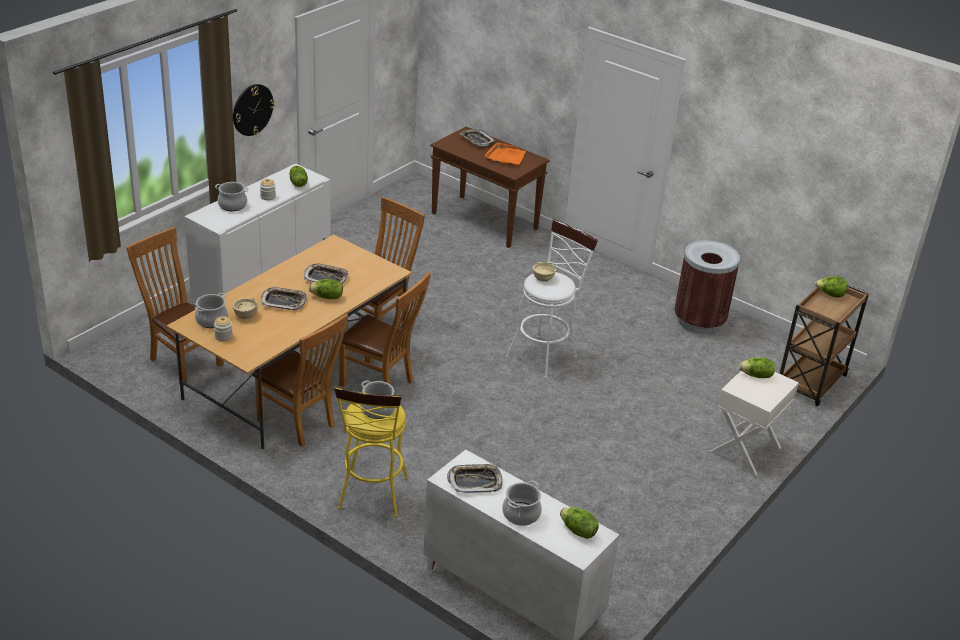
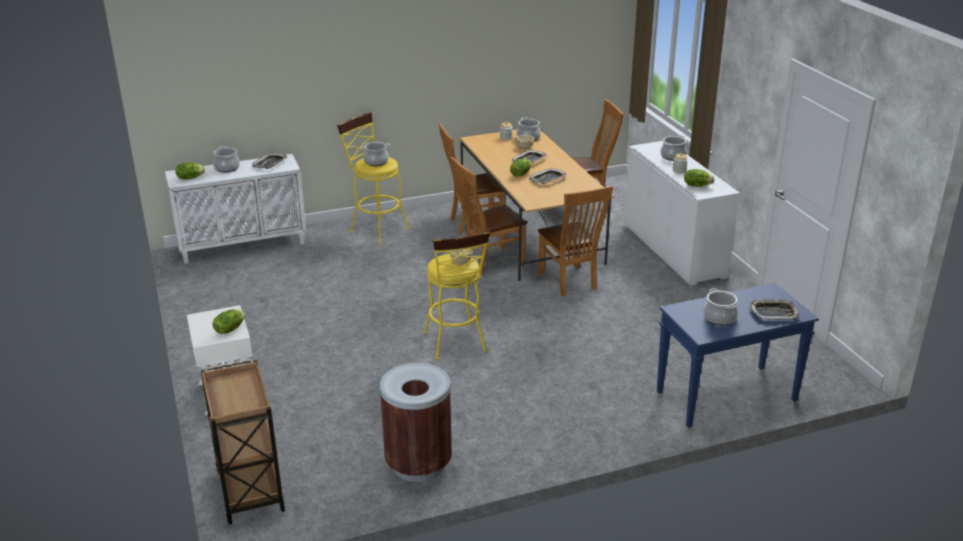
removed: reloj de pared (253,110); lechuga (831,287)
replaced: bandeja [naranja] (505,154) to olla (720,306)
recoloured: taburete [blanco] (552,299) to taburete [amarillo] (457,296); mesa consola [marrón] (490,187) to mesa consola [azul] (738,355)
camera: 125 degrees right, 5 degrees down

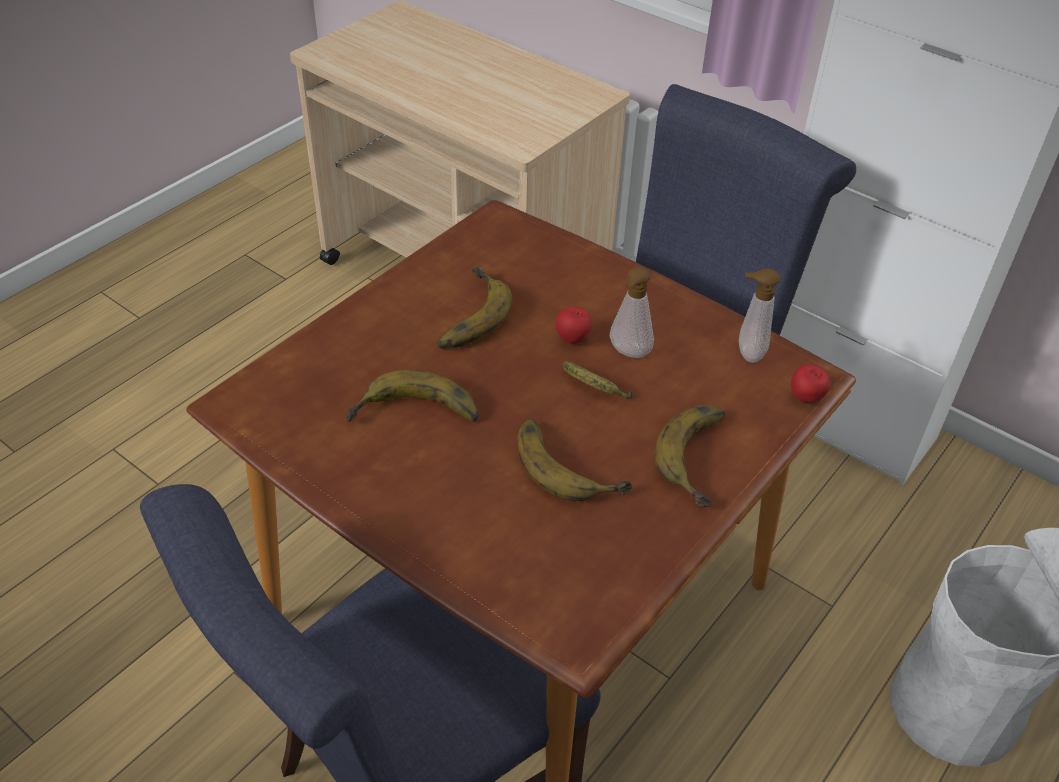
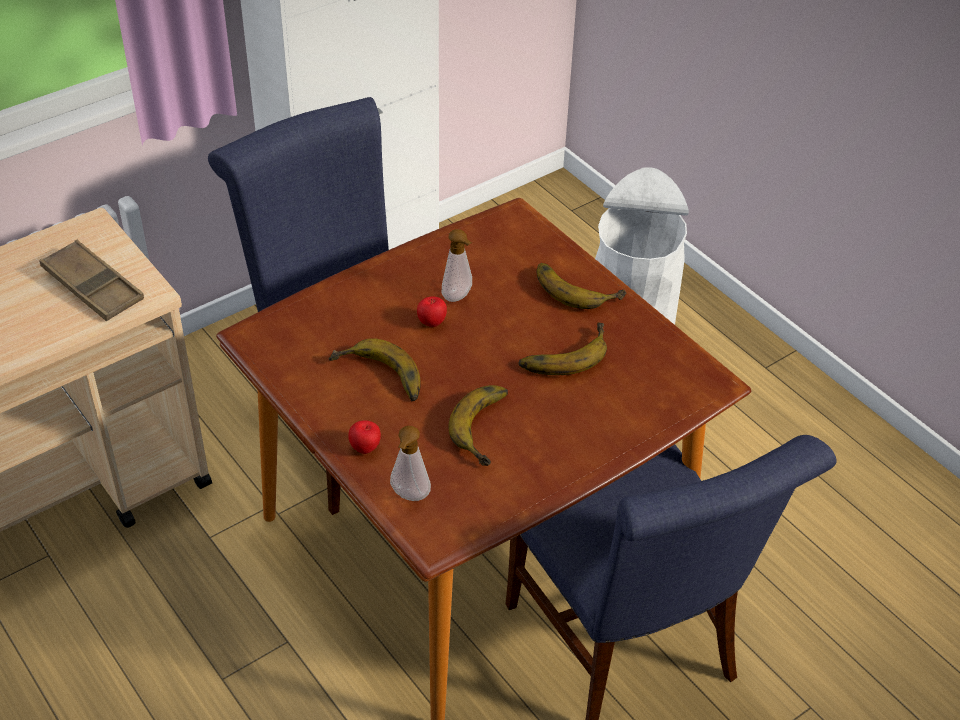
removed: plátano (598,380)
added: bandeja [marrón] (91,280)
moved: manzana (811,383) to (364,437); dispensador de jabón (760,315) to (410,463)
camera: 75 degrees left, 0 degrees up

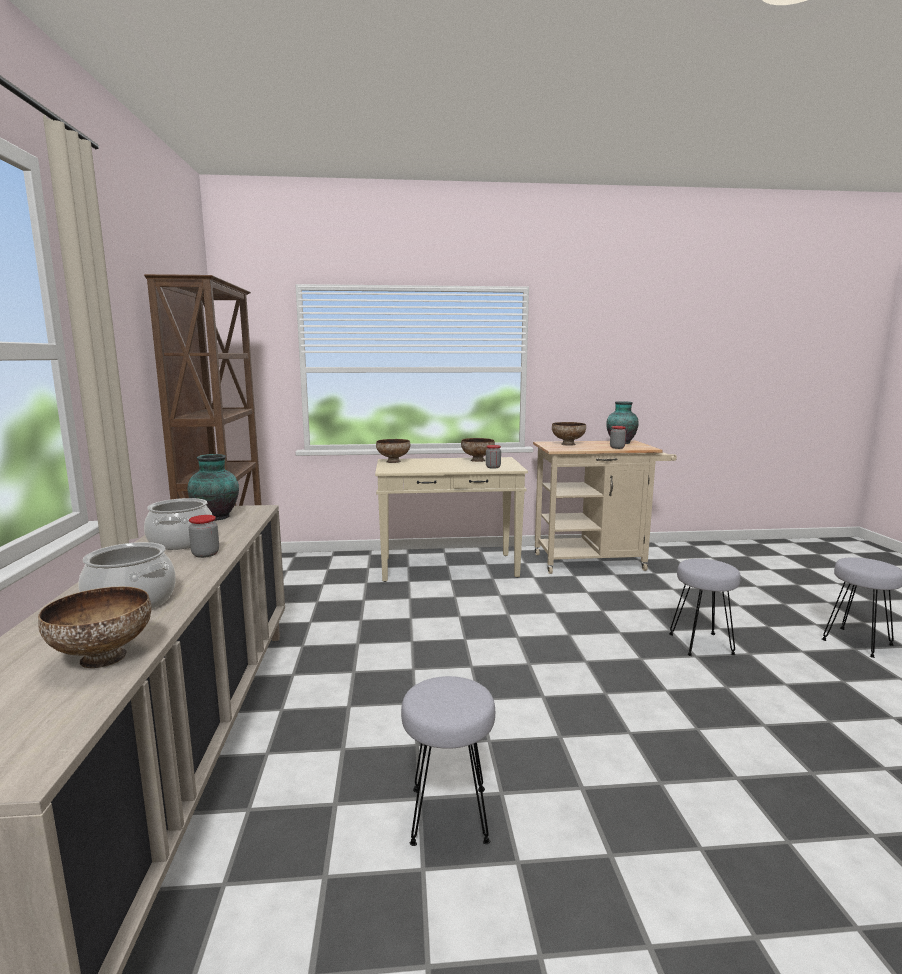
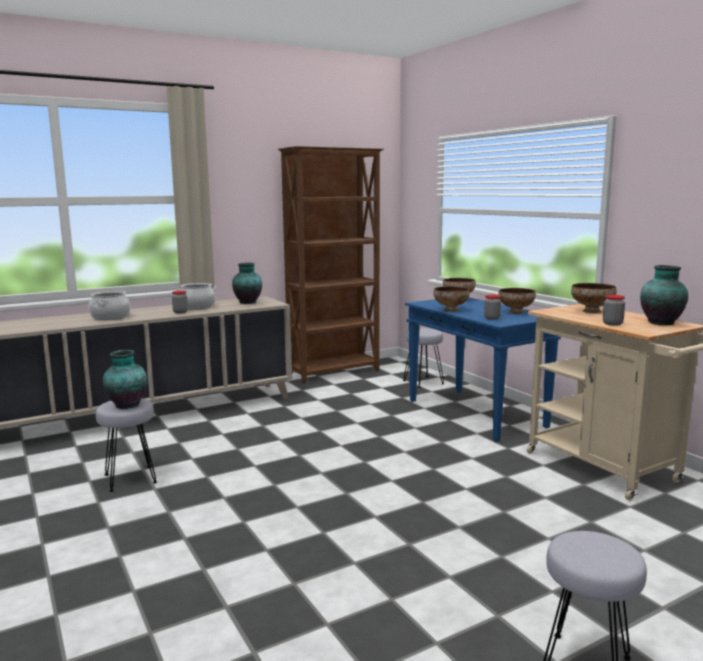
added: florero (125,379)
moved: taburete [gris] (705,607) to (423,358); cuenco (94,627) to (452,299)
recoloured: mesa consola [beis] (451,519) to mesa consola [azul] (483,370)
camera: 65 degrees right, 0 degrees up

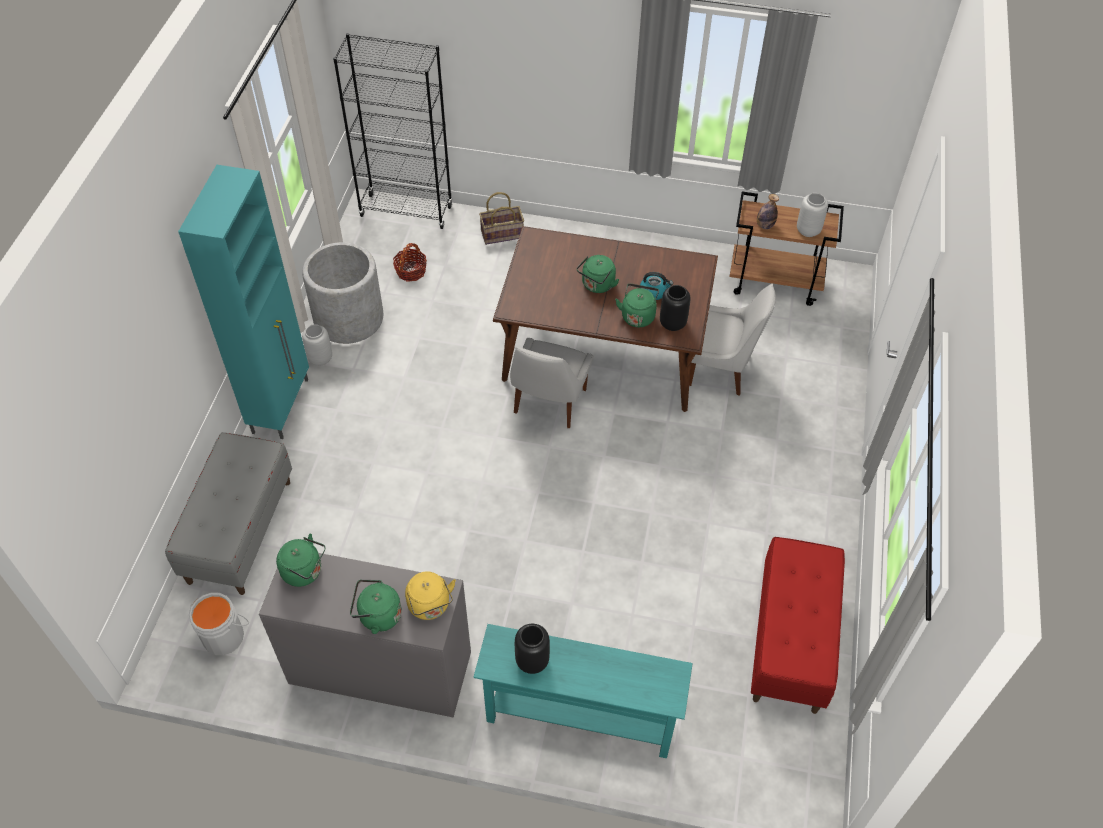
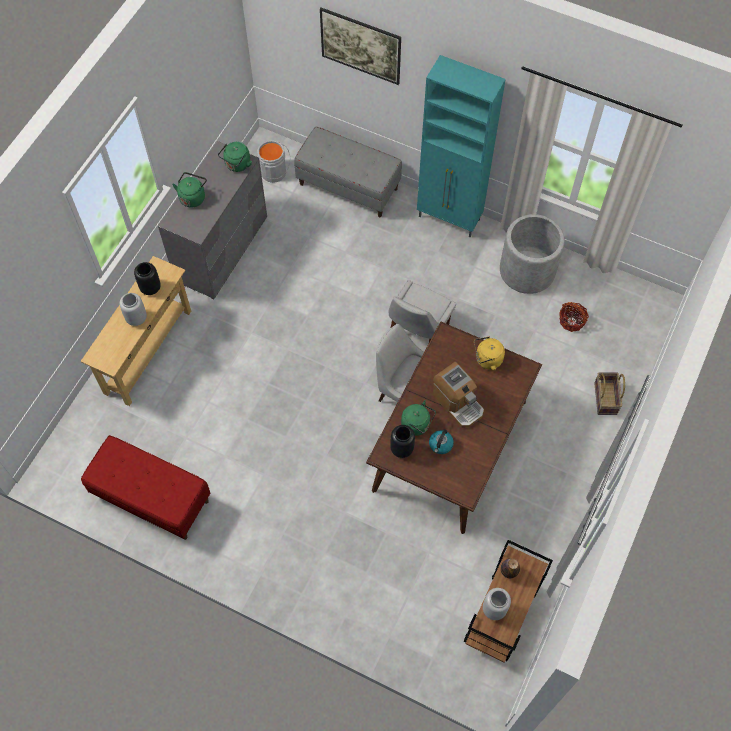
removed: estantería [negro] (392,131)
added: cuadro (360,46)
moved: florero [gris] (317,345) to (133,309); silla [blanco] (732,340) to (422,311); hervidor [amarillo] (430,595) to (489,354)
replaced: hervidor [verde] (598,274) to cafetera (458,395)
recoloured: mesa consola [turquesa] (583,691) to mesa consola [beis] (136,331)
camera: 105 degrees right, 10 degrees up

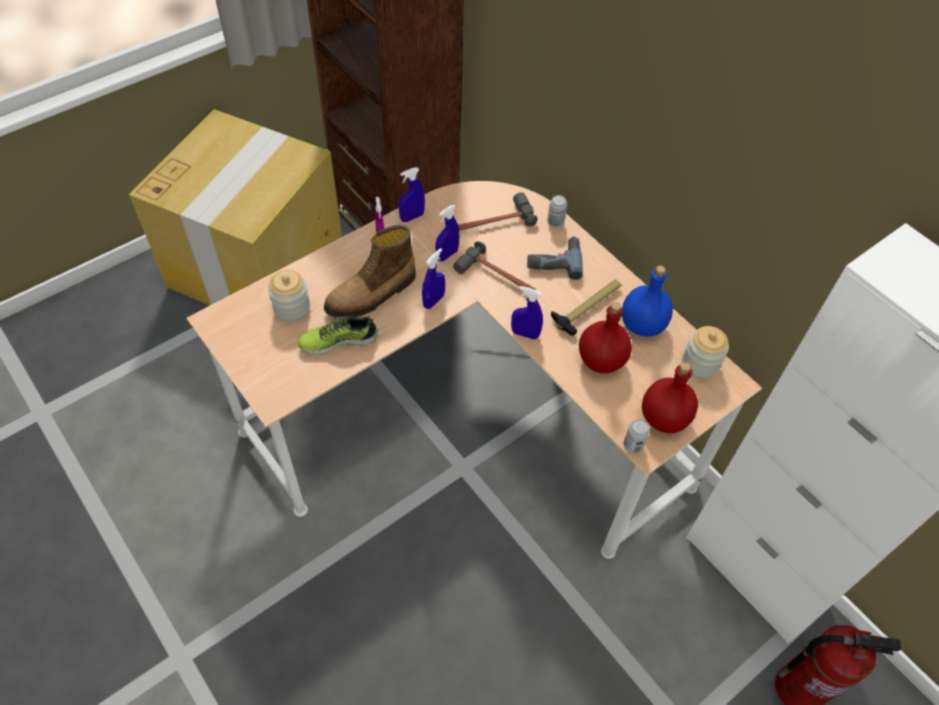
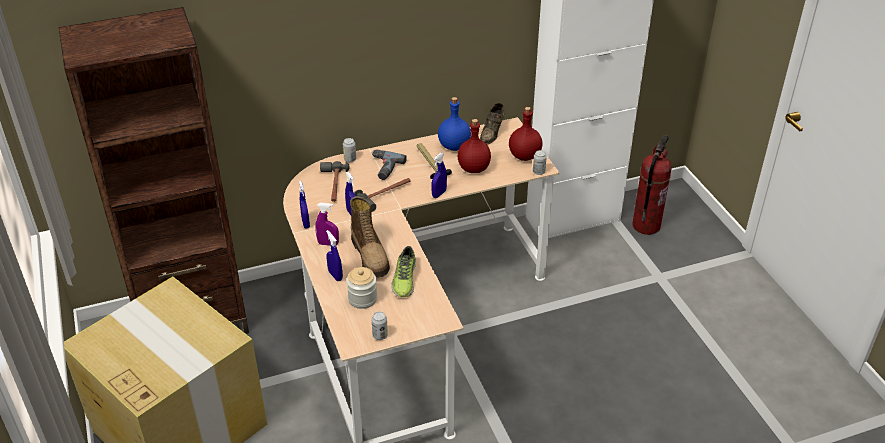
added: lata (380,326)
moved: pulverizador [azul] (433,278) to (334,255)
replaced: tarro (705,352) to zapato [marrón] (492,123)
camera: 70 degrees left, 15 degrees down

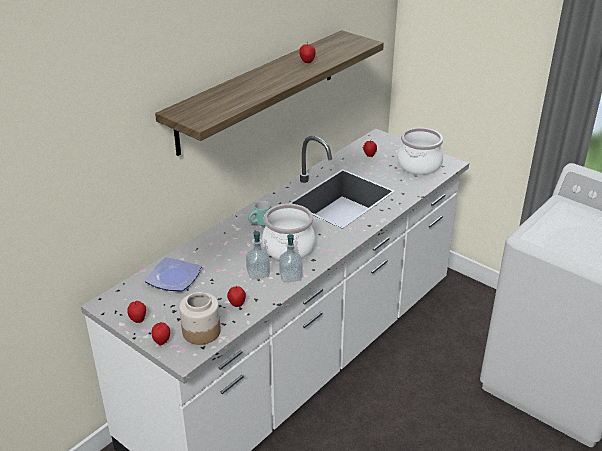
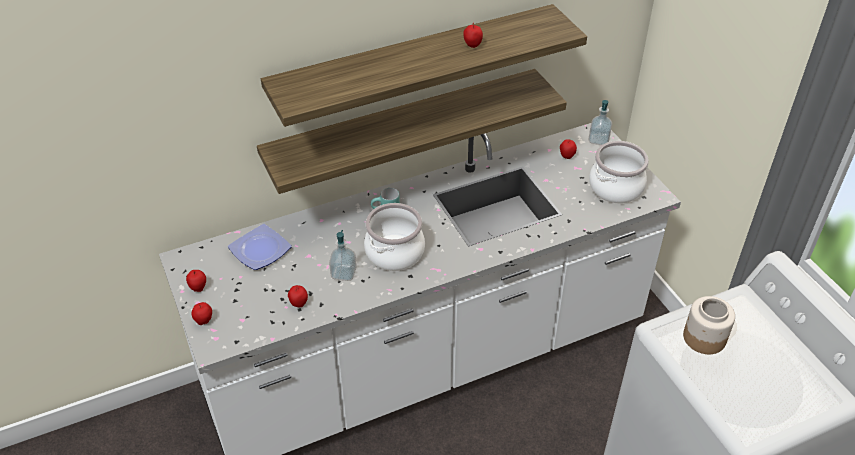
added: estante (412,131)
moved: dispensador de jabón (290,258) to (600,122); tarro (200,318) to (709,325)
camera: 25 degrees right, 10 degrees up

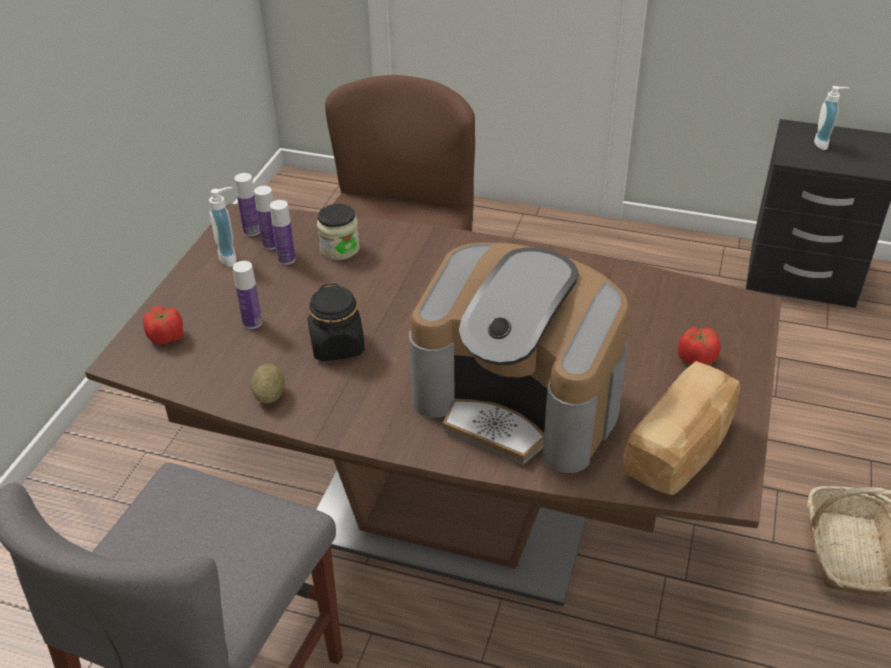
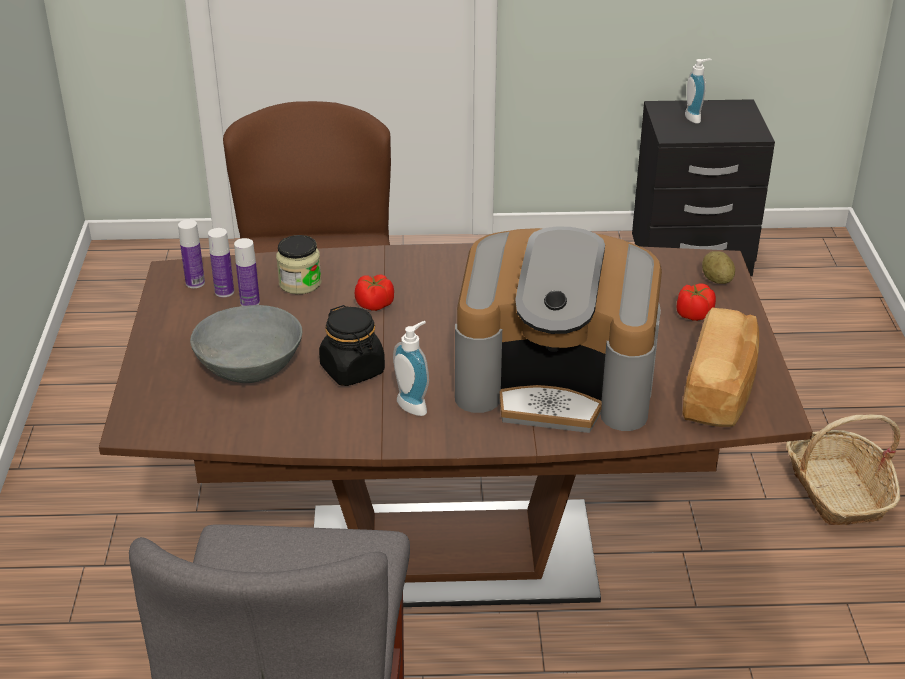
moved: tomate (163,325) to (374,292); dispensador de jabón (223,227) to (411,368); patata (267,383) to (718,267)
replaced: botella (247,295) to cuenco [gris] (246,344)
camera: 20 degrees left, 5 degrees down

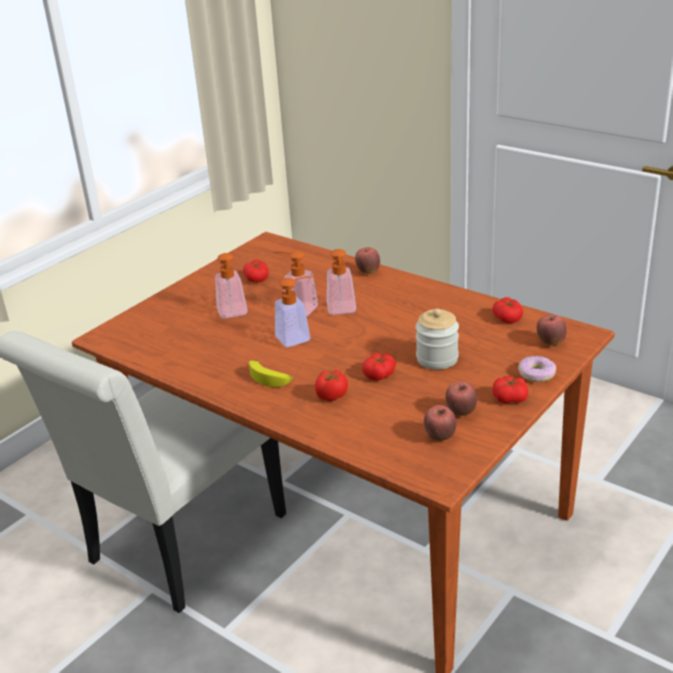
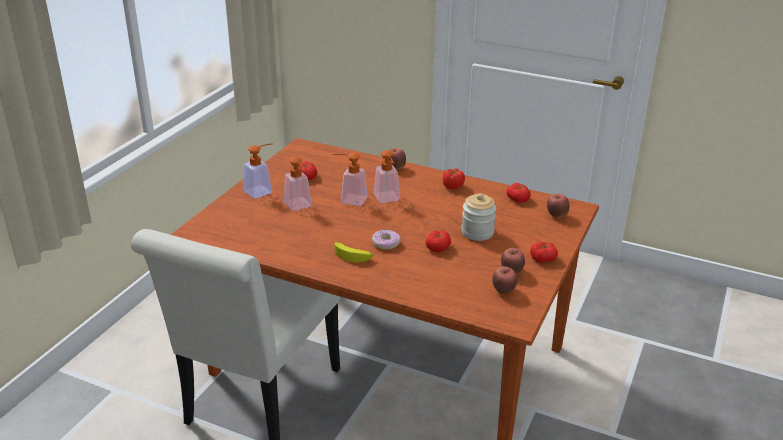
moved: dispensador de jabón (294,311) to (258,170); rosquilla (537,369) to (386,240); tomate (331,385) to (454,178)
camera: 15 degrees left, 0 degrees up

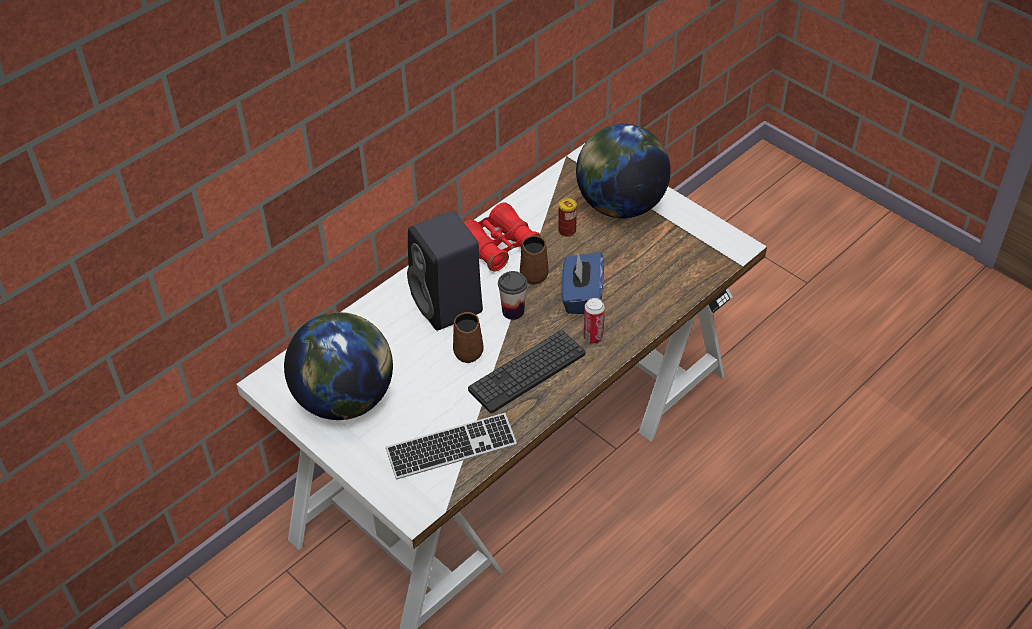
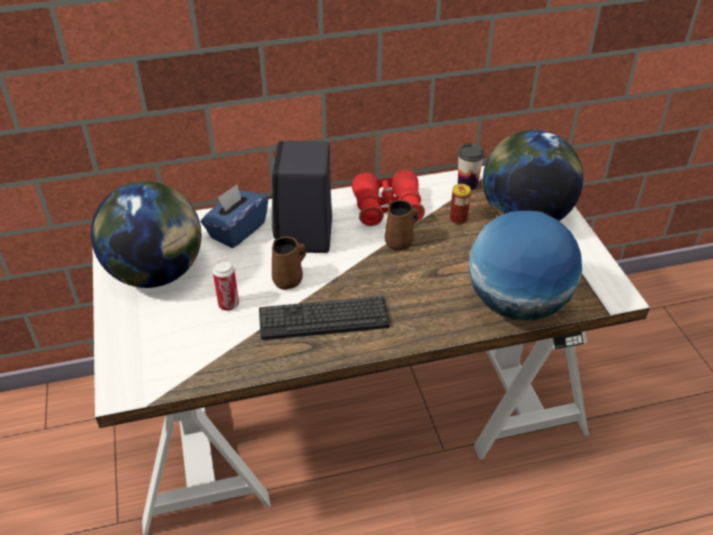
removed: teclado (451,446)
added: globo terráqueo (525,266)
moved: caja de pañuelos [azul] (582,283) to (234,216); lata (594,321) to (225,285); taza (512,295) to (471,166)
camera: 30 degrees right, 5 degrees down

